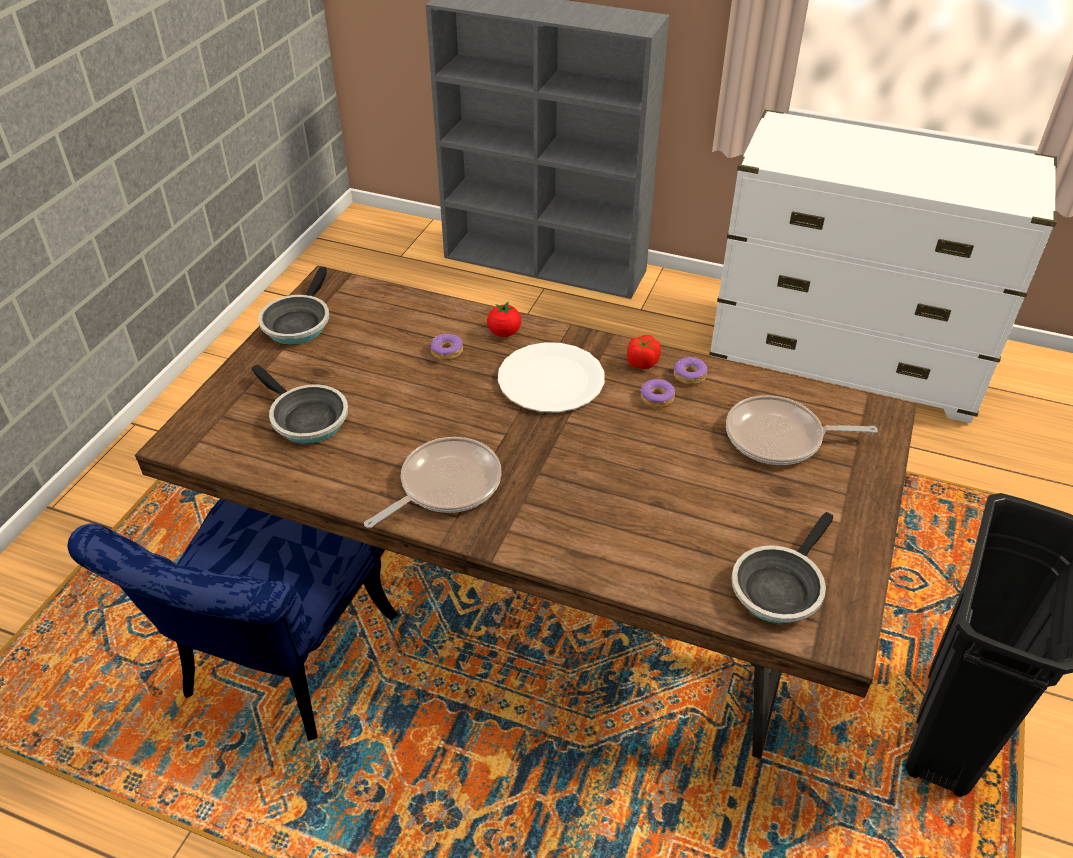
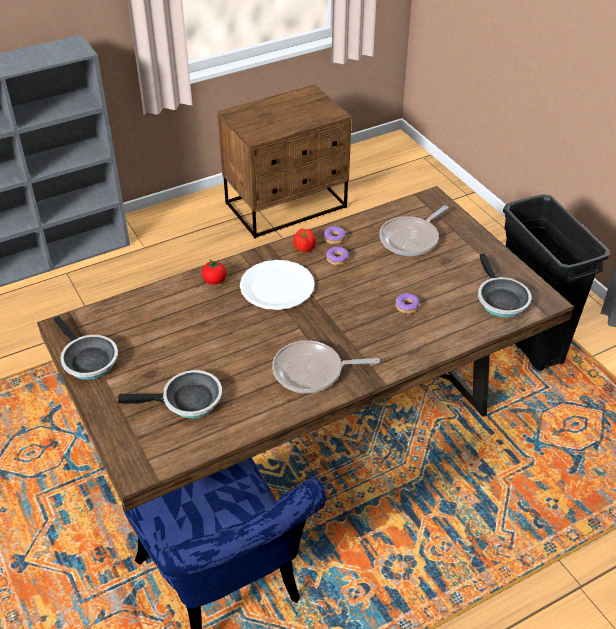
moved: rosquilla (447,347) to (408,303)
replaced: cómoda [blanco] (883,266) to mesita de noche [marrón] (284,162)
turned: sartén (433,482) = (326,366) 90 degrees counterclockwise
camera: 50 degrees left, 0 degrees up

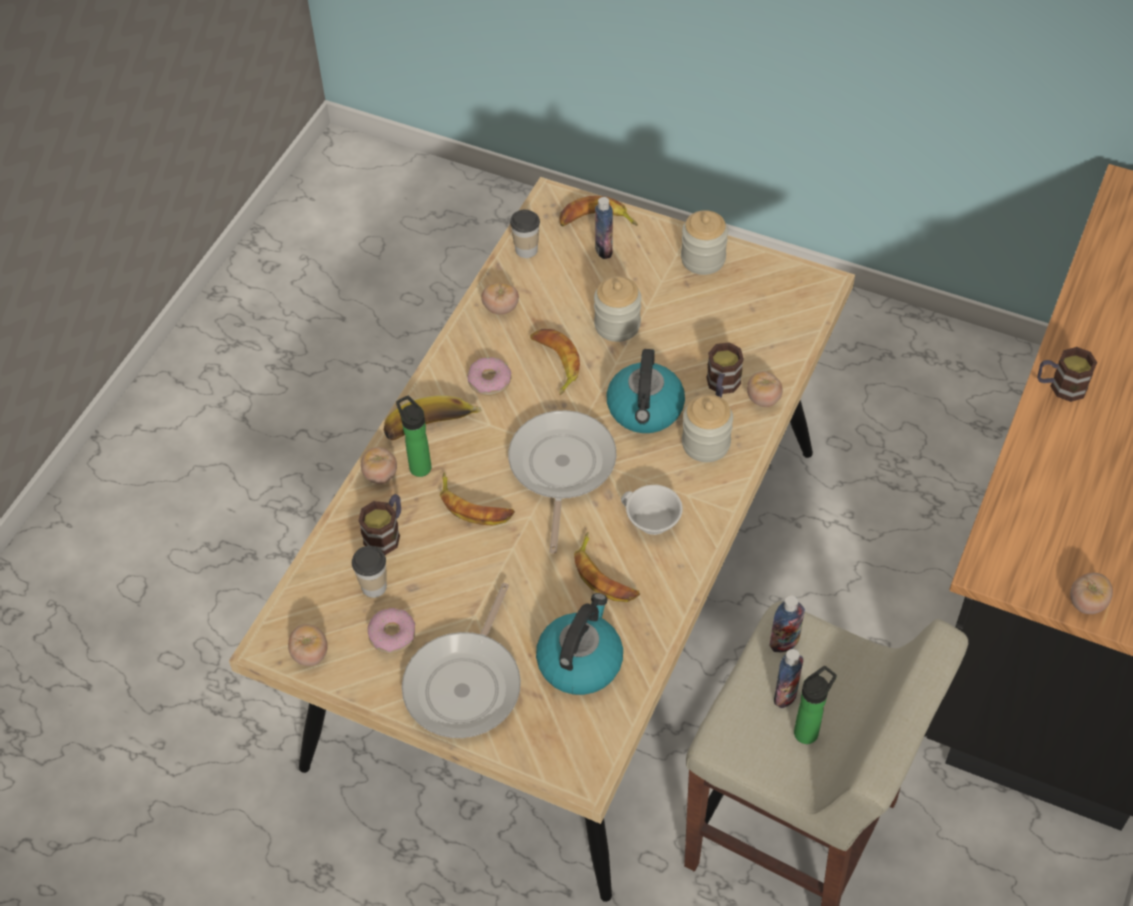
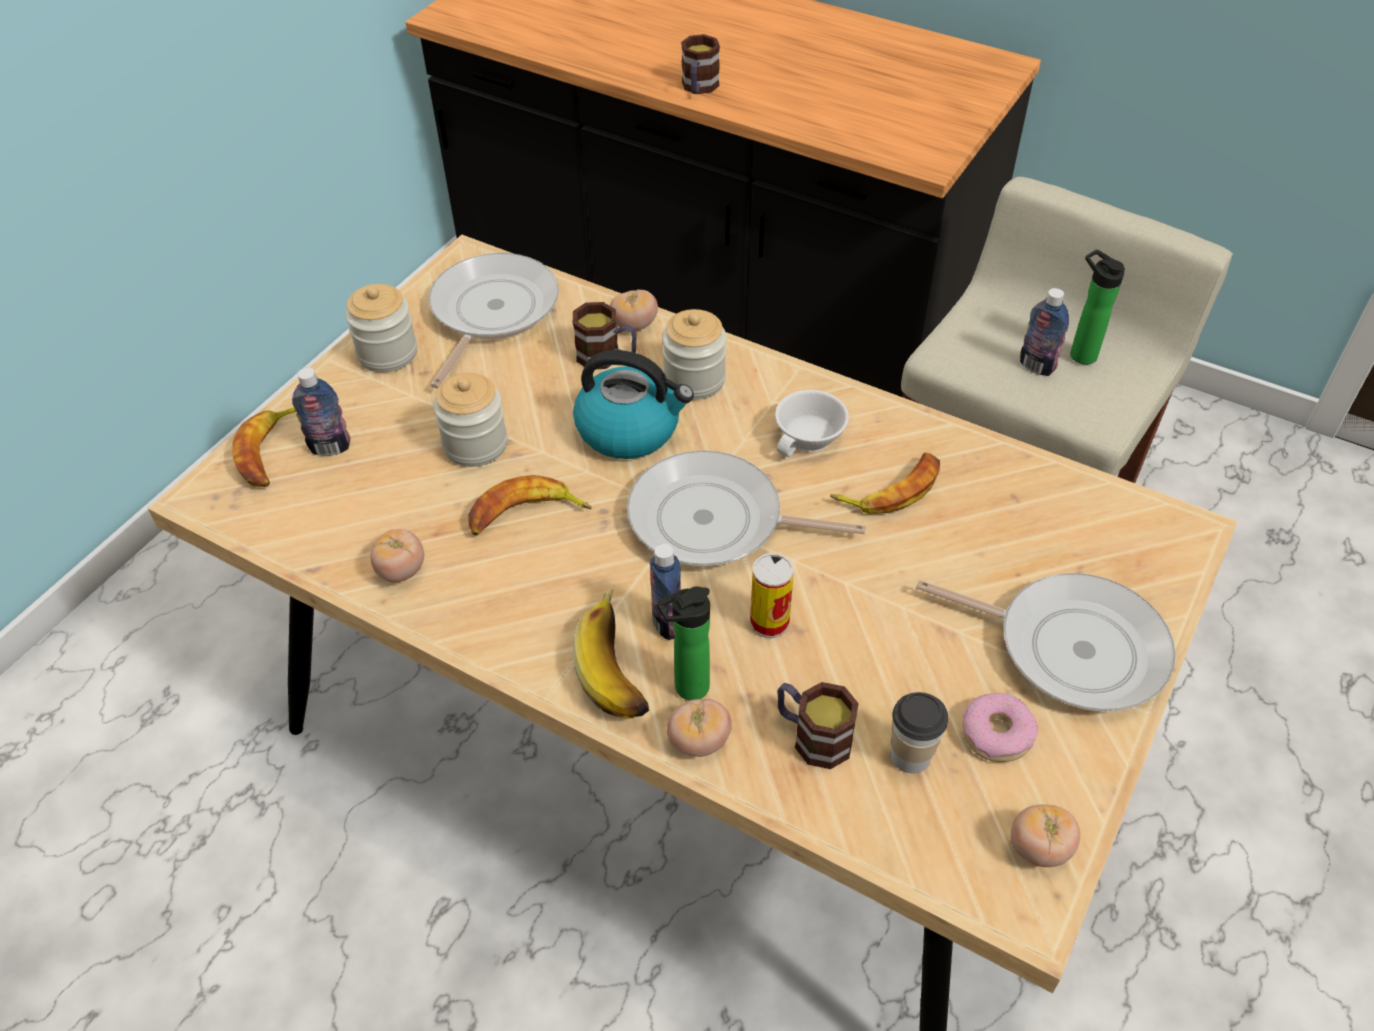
removed: rosquilla (490,376); taza (525,233); hervidor (579,644); tomate (1091,593)
added: sartén (494,321)
moved: botella (787,623) to (665,591)
replaced: plátano (477,499) to lata (772,595)
camera: 85 degrees left, 5 degrees down

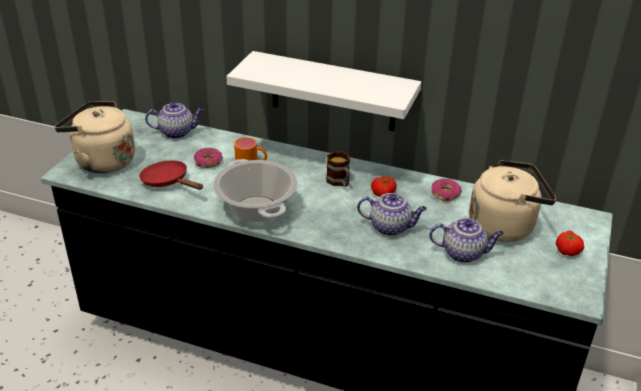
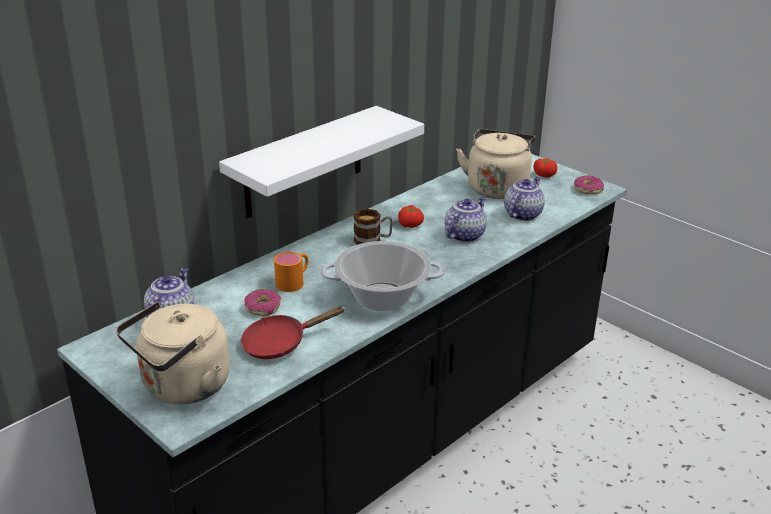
moved: rosquilla (446,190) to (589,185)
camera: 65 degrees left, 5 degrees down

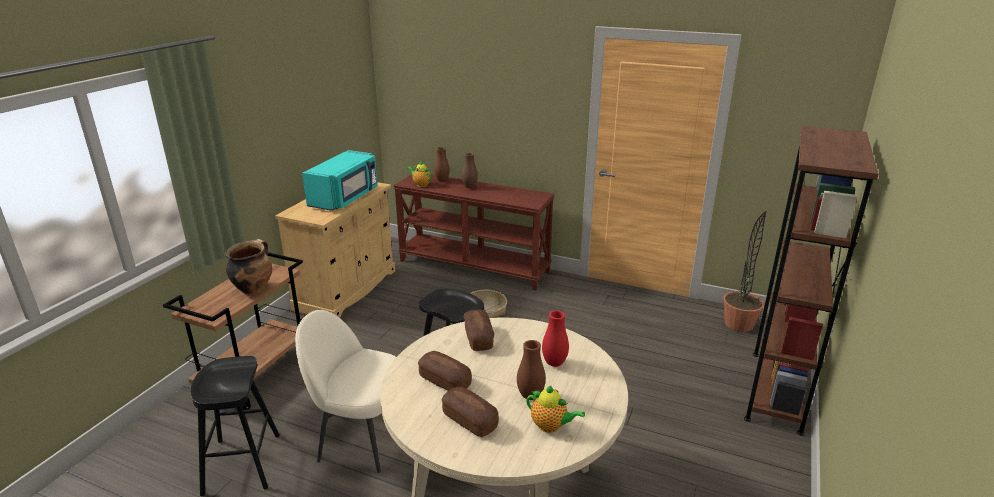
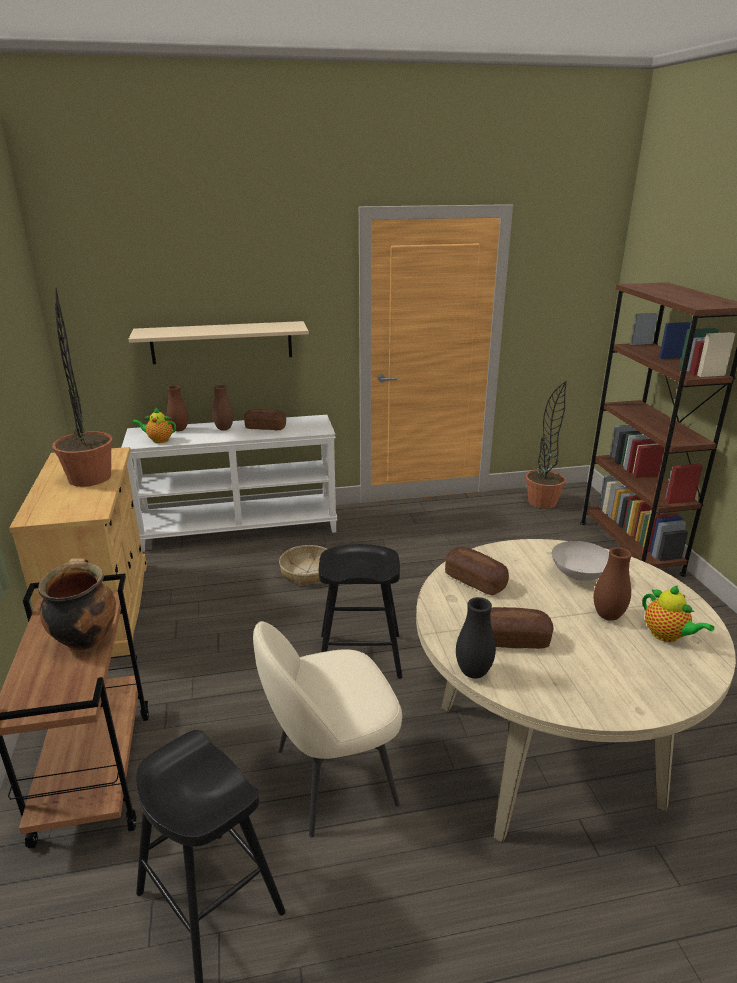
added: estante [beis] (218,342); florero [negro] (476,638)
moved: pan (470,411) to (265,419)
replaced: microondas [turquesa] (339,180) to planta en maceta (82,387); florero [rojo] (555,338) to cuenco [blanco] (580,561)
recoloured: mesa consola [marrón] (473,232) to mesa consola [blanco] (229,483)
turned: tetera (555,409) = (678,614) 60 degrees clockwise
camera: 35 degrees left, 0 degrees up

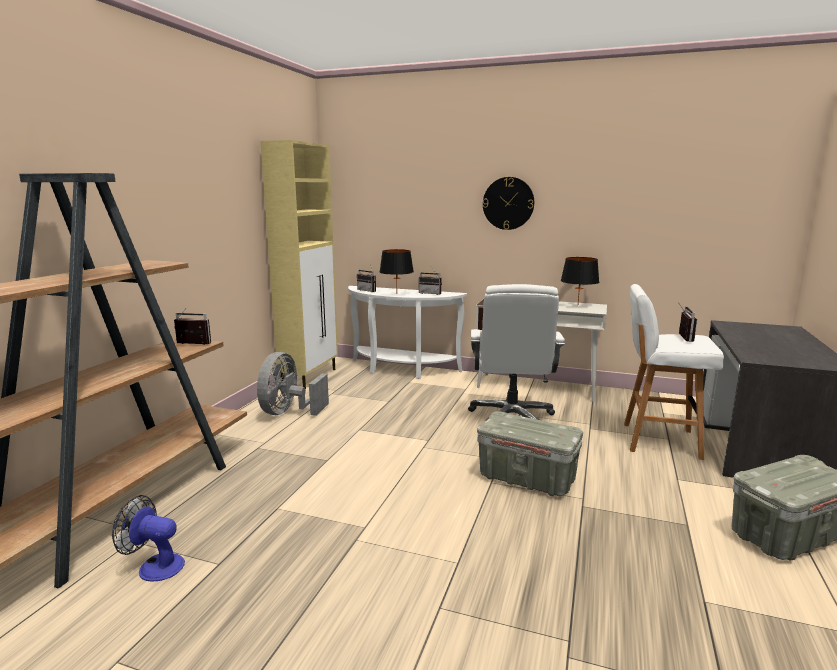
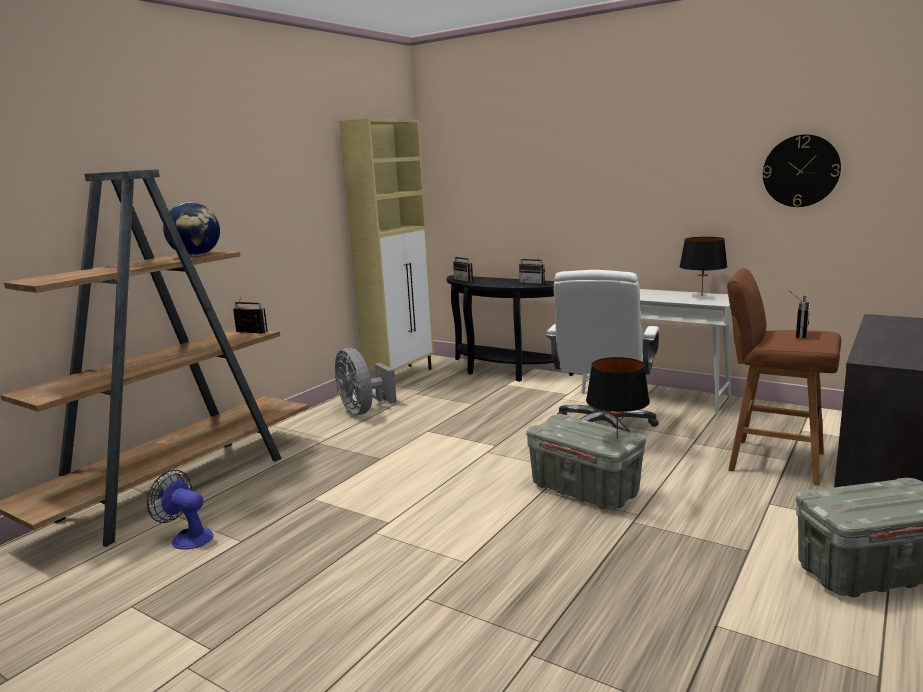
added: globo terráqueo (191,229)
moved: lámpara de mesa [negro] (397,266) to (618,398); reloj de pared (508,203) to (802,170)
recoloured: mesa consola [blanco] (407,332) to mesa consola [negro] (510,328); taburete [blanco] (674,372) to taburete [marrón] (784,376)
turned: ventilador [gris] (293,384) = (365,381) 60 degrees counterclockwise
camera: 15 degrees right, 0 degrees up

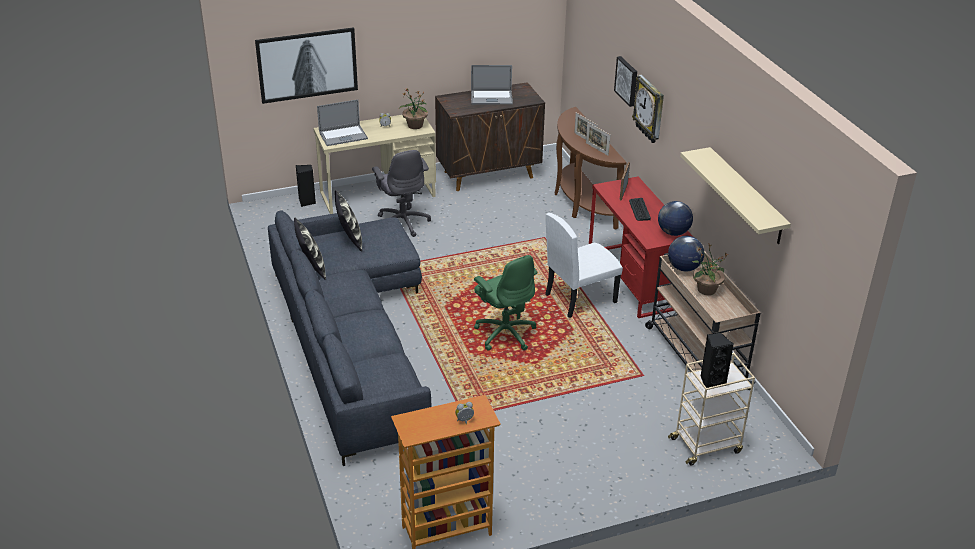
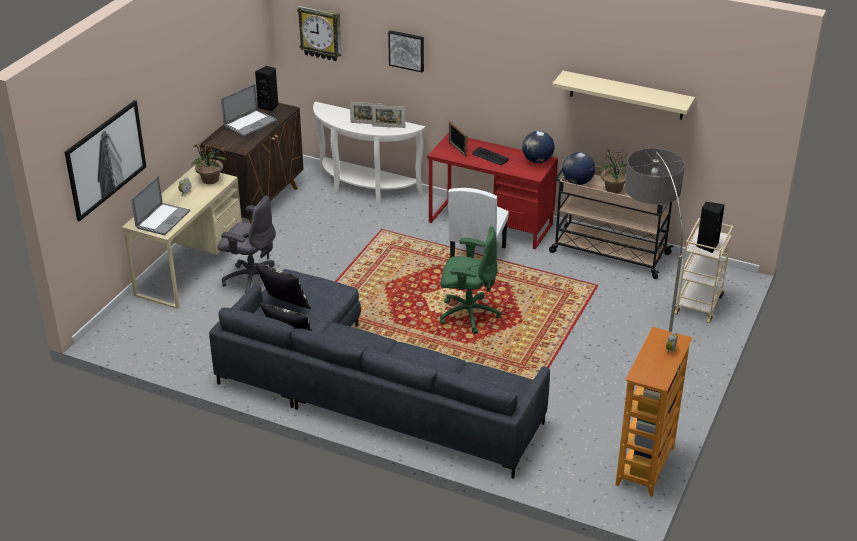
added: lámpara de pie (655,240)
moved: altavoz [negro] (306,186) to (266,89); reloj de pared (648,109) to (319,33)
recoloured: mesa consola [marrón] (591,168) to mesa consola [blanco] (369,152)
camera: 45 degrees left, 0 degrees up

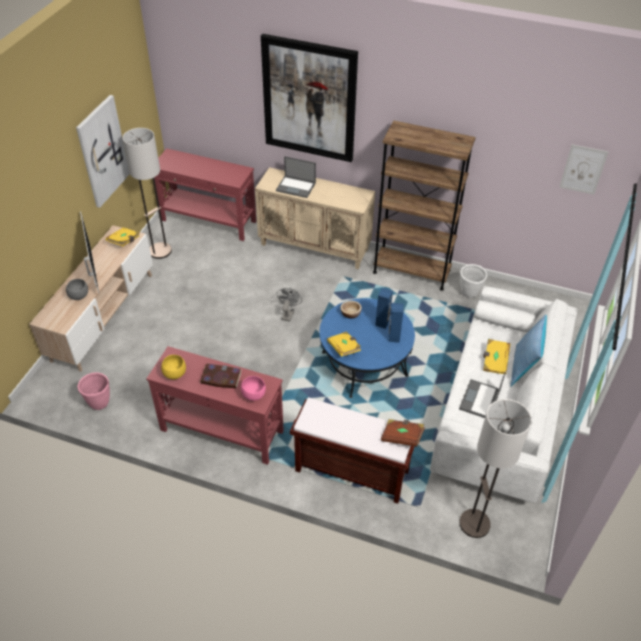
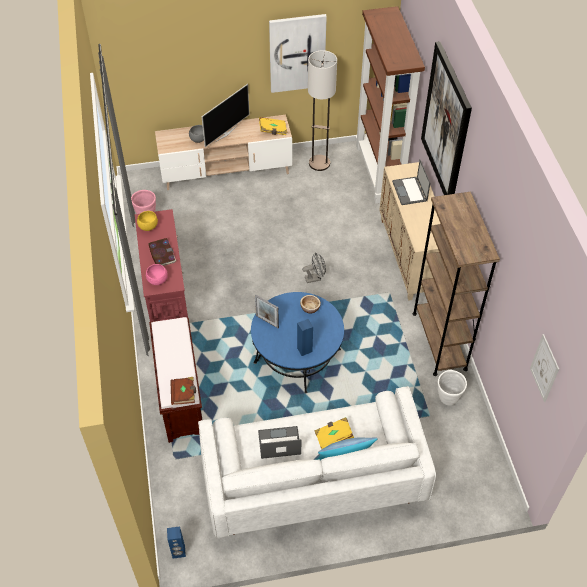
removed: lámpara de pie (495,468)
moved: altavoz [azul] (384,308) to (176,543)
replaced: libro [amarillo] (344,344) to portarretratos (267,311); mesa consola [rojo] (205,194) to estantería [marrón] (390,104)
camera: 60 degrees right, 5 degrees up

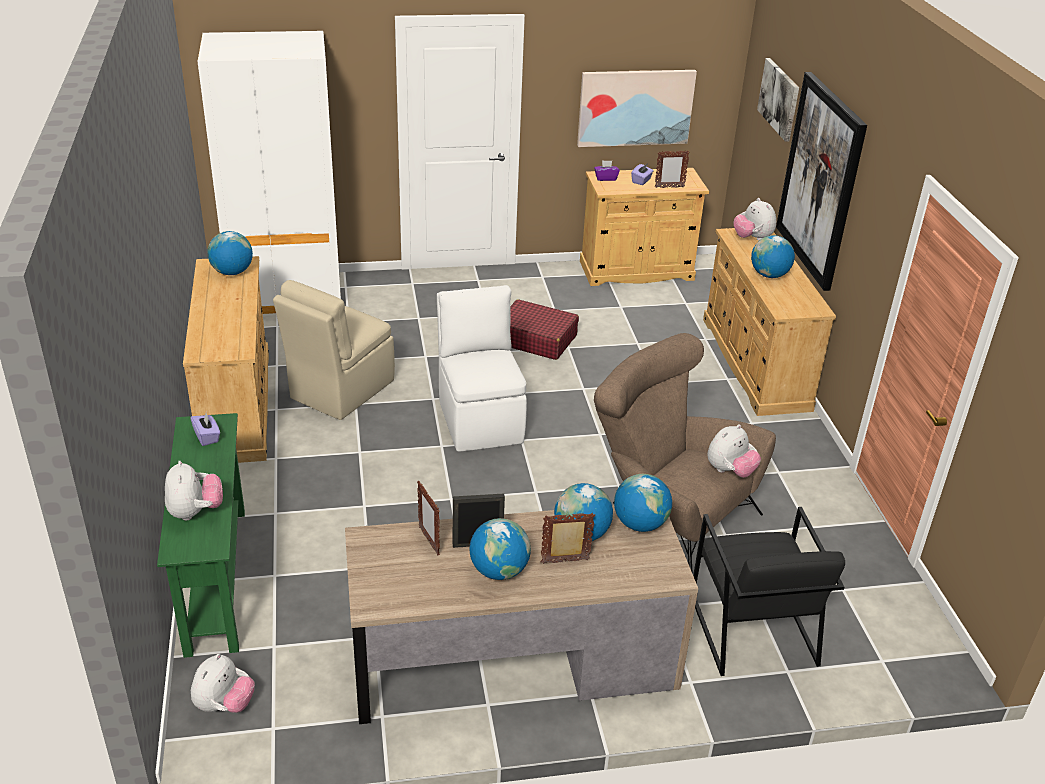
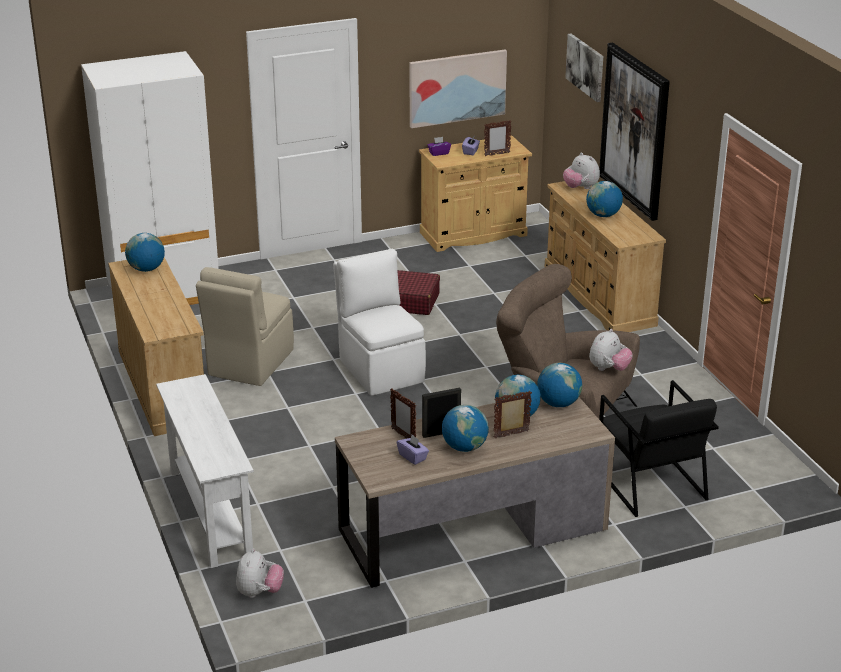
removed: peluche (194,491)
moved: caja de pañuelos [morado] (205,430) to (413,450)
recoloured: mesa consola [verde] (201,535) to mesa consola [blanco] (205,471)
camera: 10 degrees left, 5 degrees down

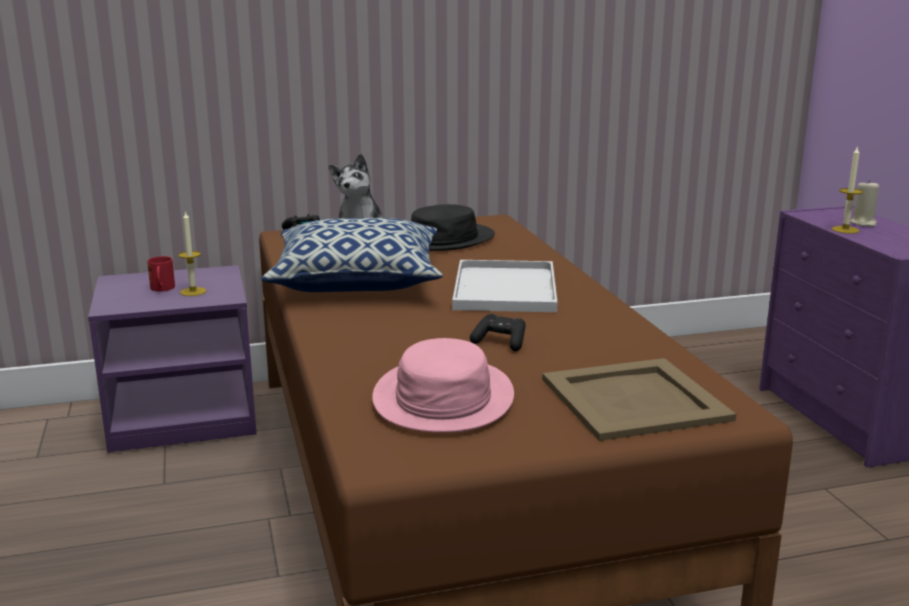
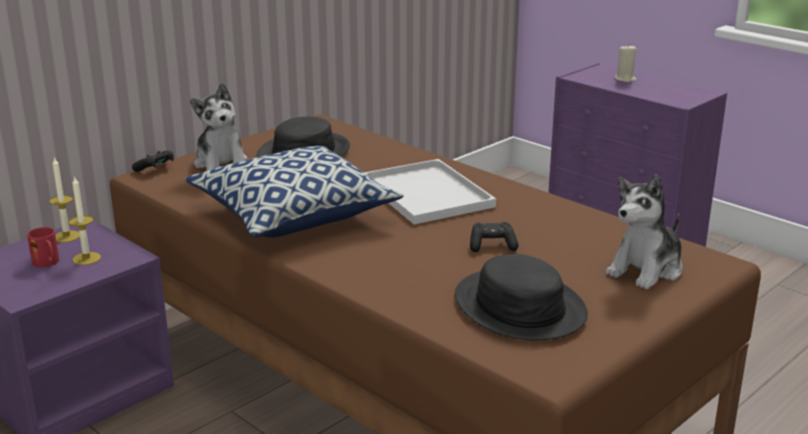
moved: vela (847,190) to (64,199)
replaced: bandeja [beis] (639,399) to peluche (644,231)
recoloured: sombrero [rosa] (443,385) to sombrero [negro] (521,297)
camera: 30 degrees left, 5 degrees up

